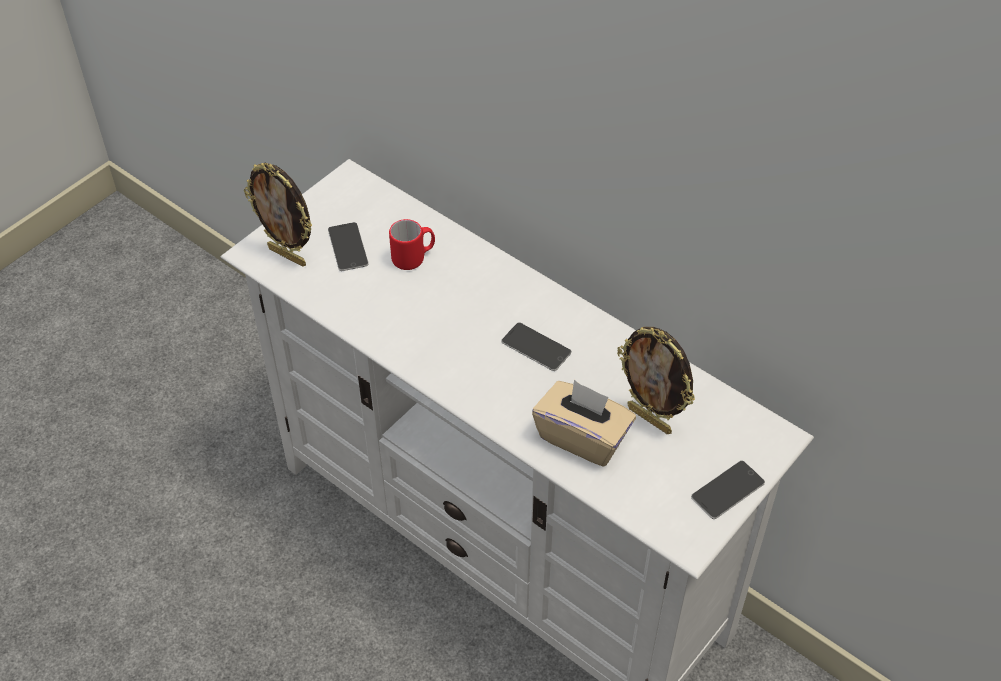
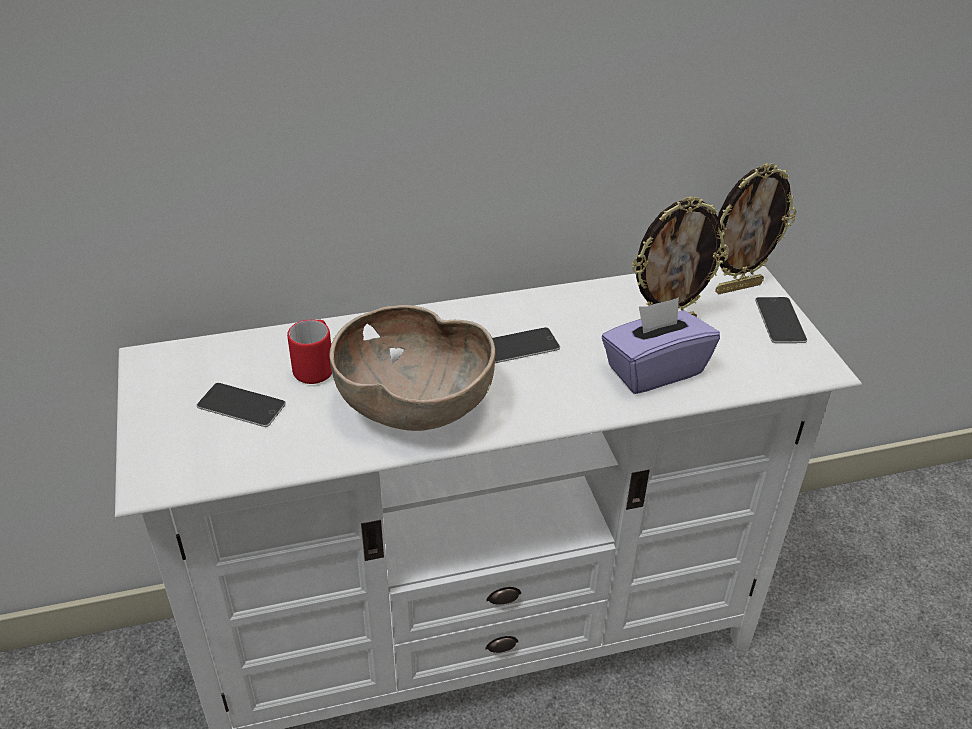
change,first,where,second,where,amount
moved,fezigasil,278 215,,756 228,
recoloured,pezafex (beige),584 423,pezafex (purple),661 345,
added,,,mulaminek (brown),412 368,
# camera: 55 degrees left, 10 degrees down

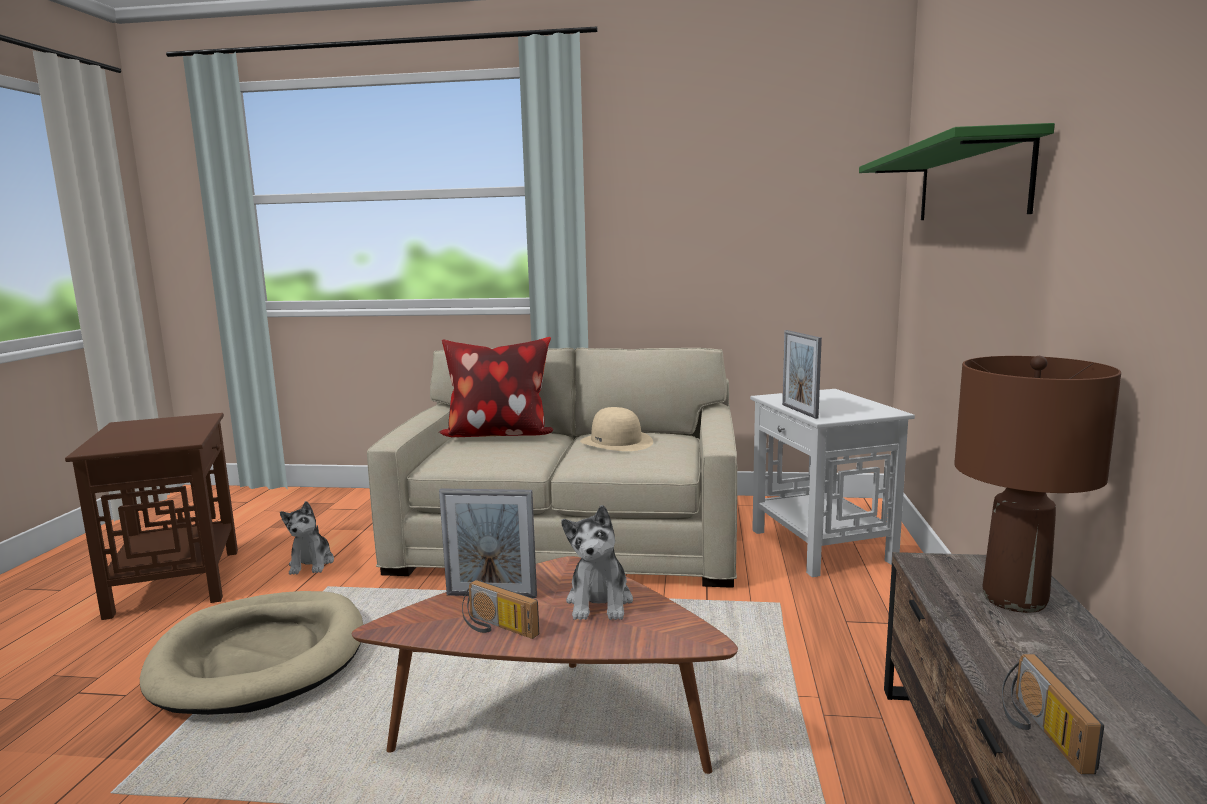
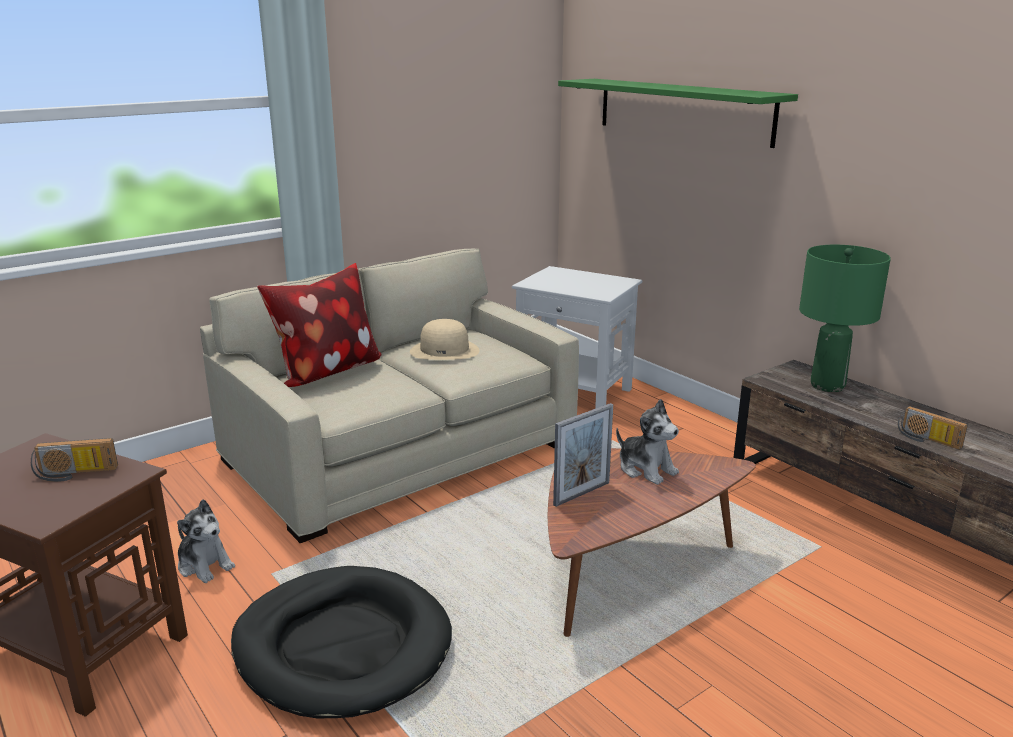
change,first,where,second,where,amount
removed,fezigasil,802 374,,,
recoloured,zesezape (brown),1037 484,zesezape (green),845 318,
moved,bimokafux,500 609,,74 460,
recoloured,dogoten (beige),251 653,dogoten (black),341 642,
# camera: 45 degrees left, 10 degrees up

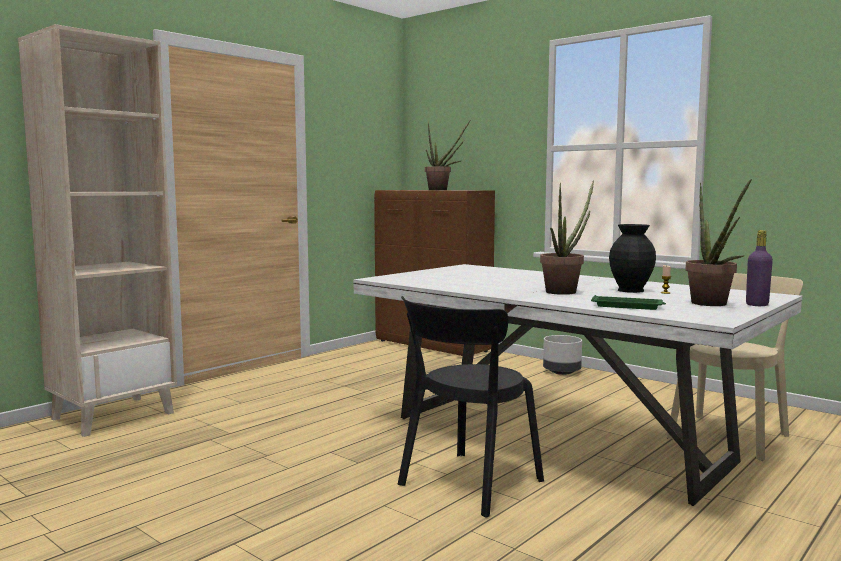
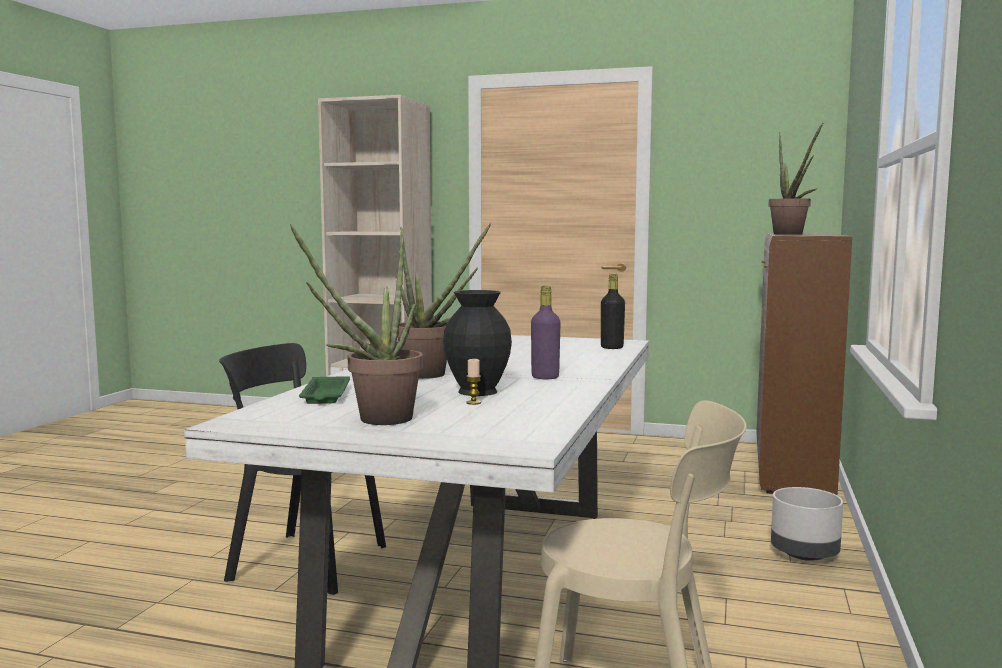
change,first,where,second,where,amount
moved,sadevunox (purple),759 268,,546 332,
added,,,sadevunox (black),613 311,
# camera: 65 degrees right, 0 degrees up

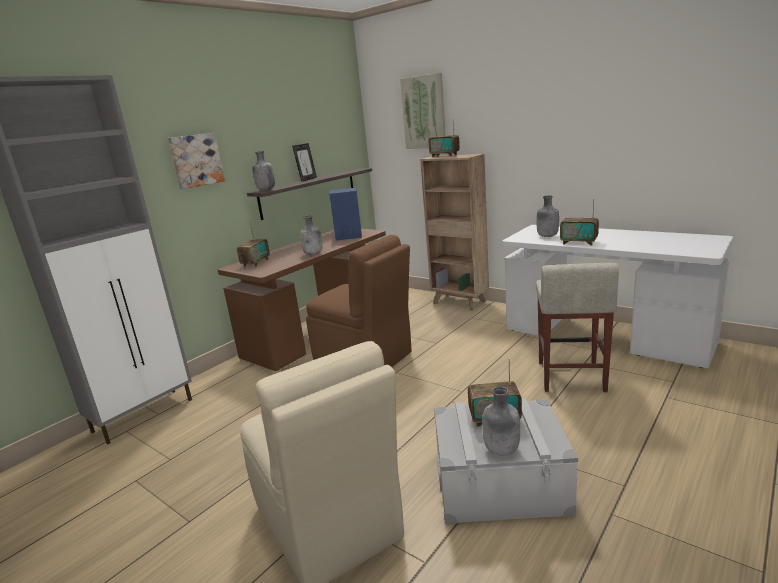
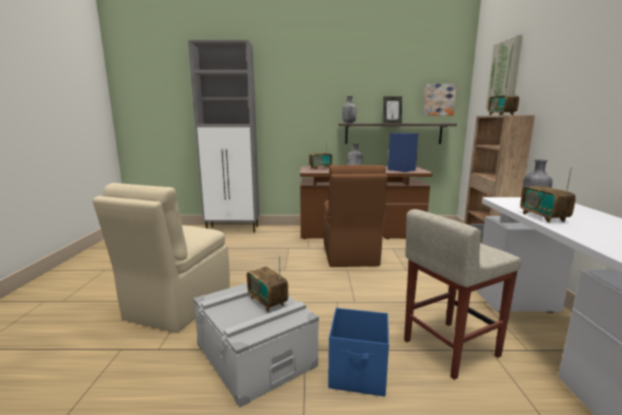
change,first,where,second,where,amount
moved,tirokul,196 161,,440 100,
removed,sadevunox (grey),501 420,,,
added,,,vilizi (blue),358 352,
# camera: 50 degrees right, 5 degrees down

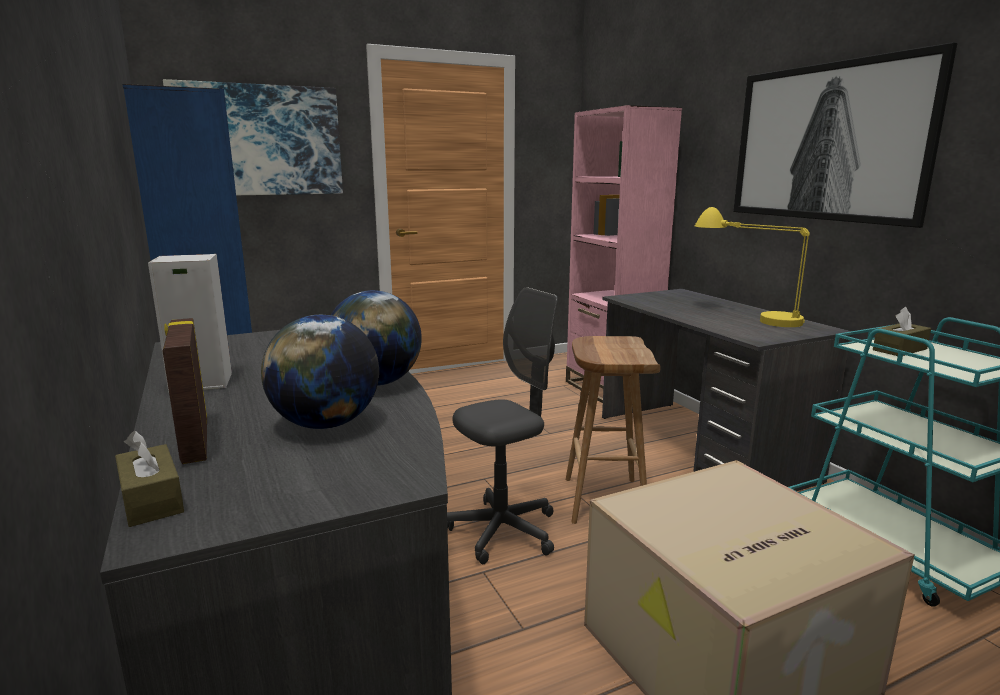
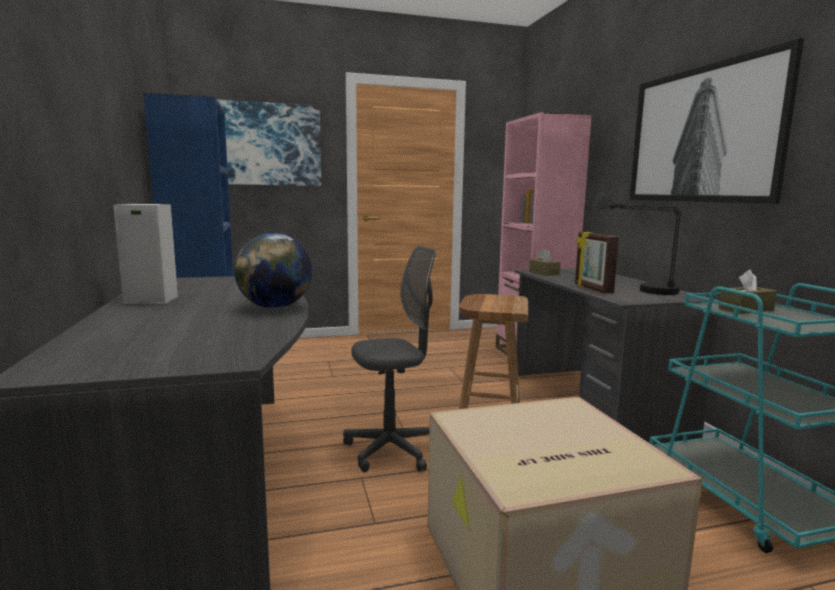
change,first,where,second,where,amount
recoloured,zesezape (yellow),752 267,zesezape (black),634 243,
removed,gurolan,320 372,,,
moved,fezigasil,185 391,,597 262,
moved,pezafex (brown),149 479,,545 262,
# camera: 10 degrees right, 5 degrees down

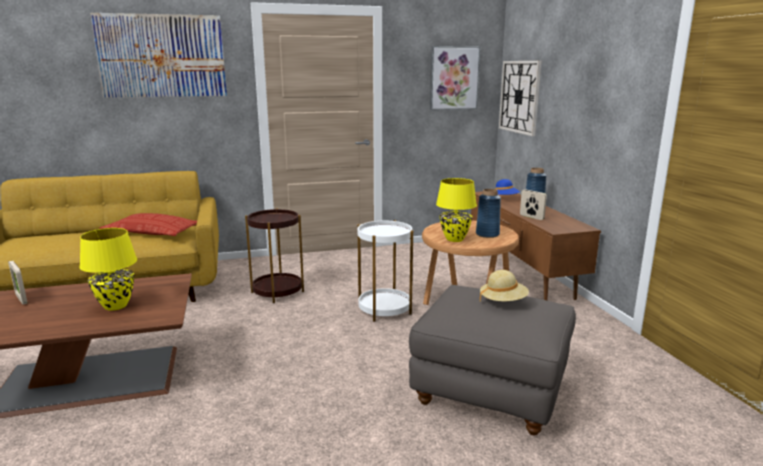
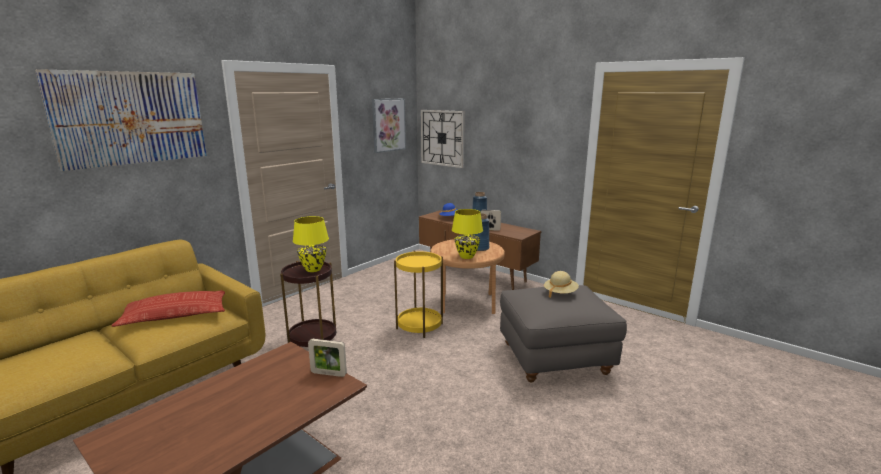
change,first,where,second,where,amount
recoloured,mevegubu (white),385 271,mevegubu (yellow),418 294,
moved,zesezape (yellow),108 269,,311 244,
moved,fezigasil,17 283,,327 358,
# camera: 35 degrees left, 0 degrees up

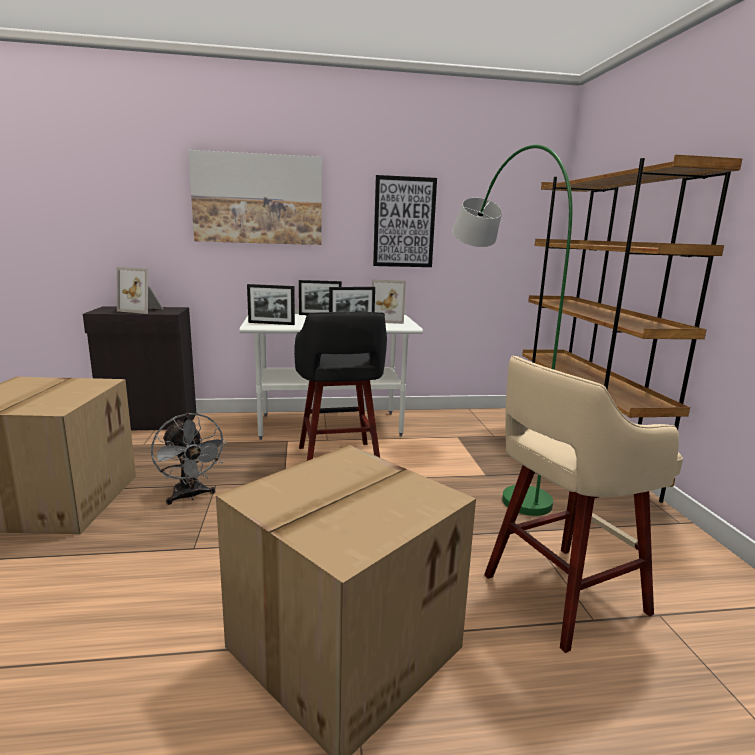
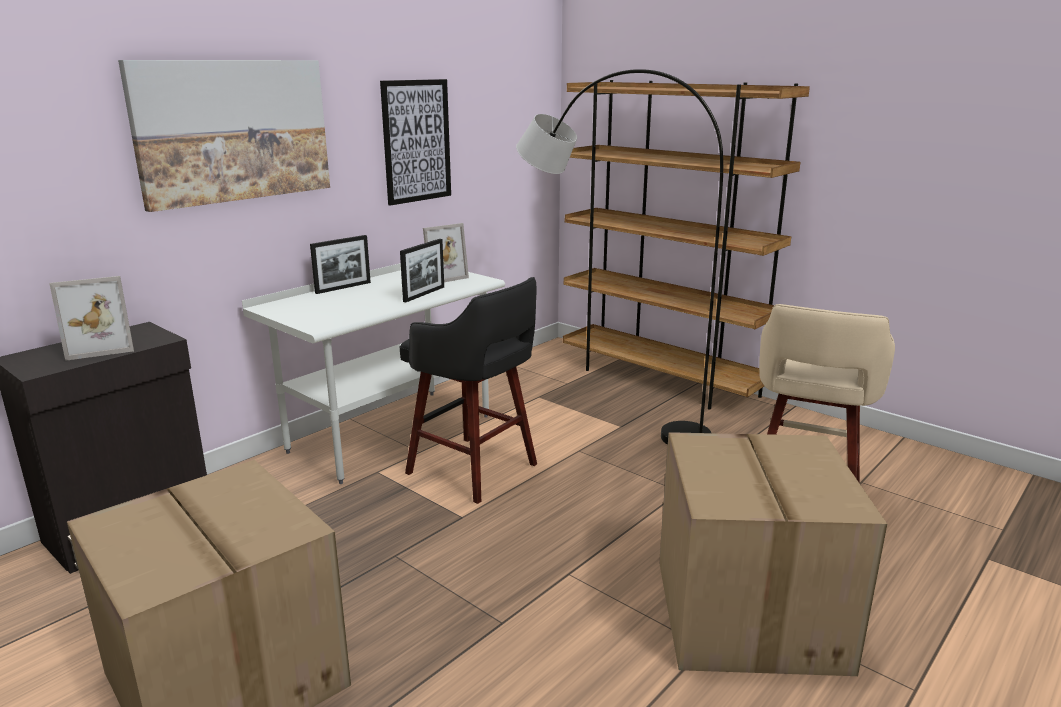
change,first,where,second,where,amount
recoloured,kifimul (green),512 330,kifimul (grey),619 257,
removed,fezigasil,271 304,,,
removed,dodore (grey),189 459,,,
# camera: 40 degrees left, 5 degrees up

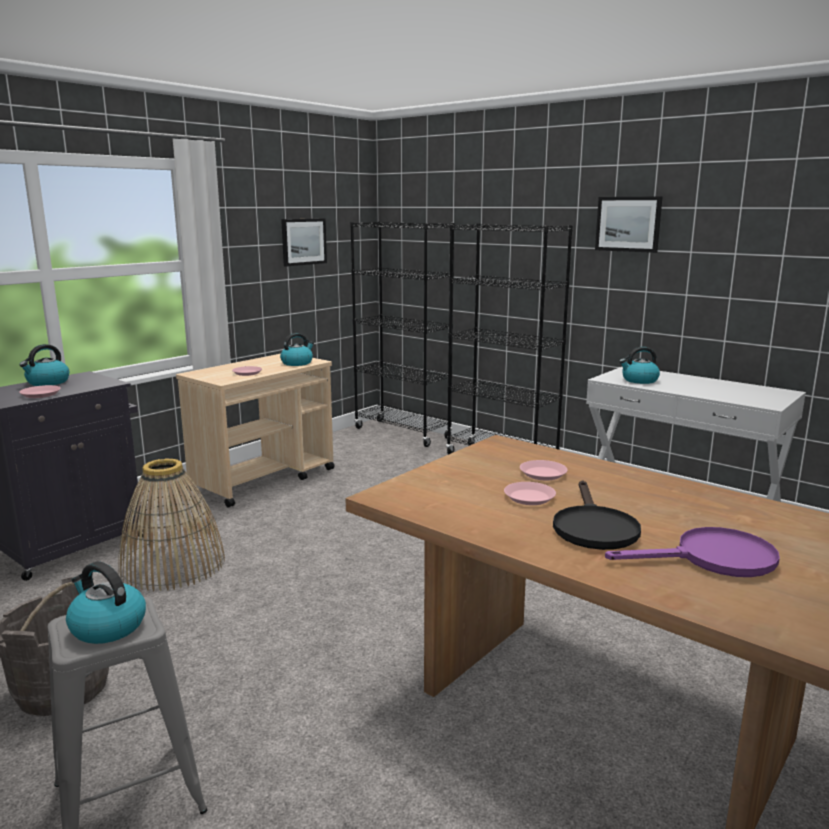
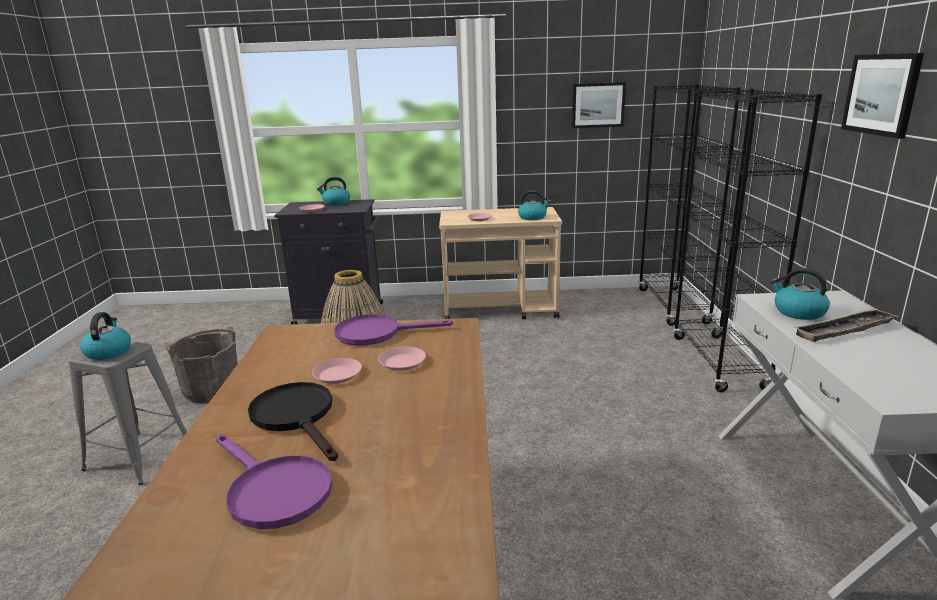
change,first,where,second,where,amount
turned,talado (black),597 515,,293 421,90 degrees clockwise
added,,,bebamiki,846 325,
added,,,talado (purple),393 330,
# camera: 50 degrees right, 5 degrees up

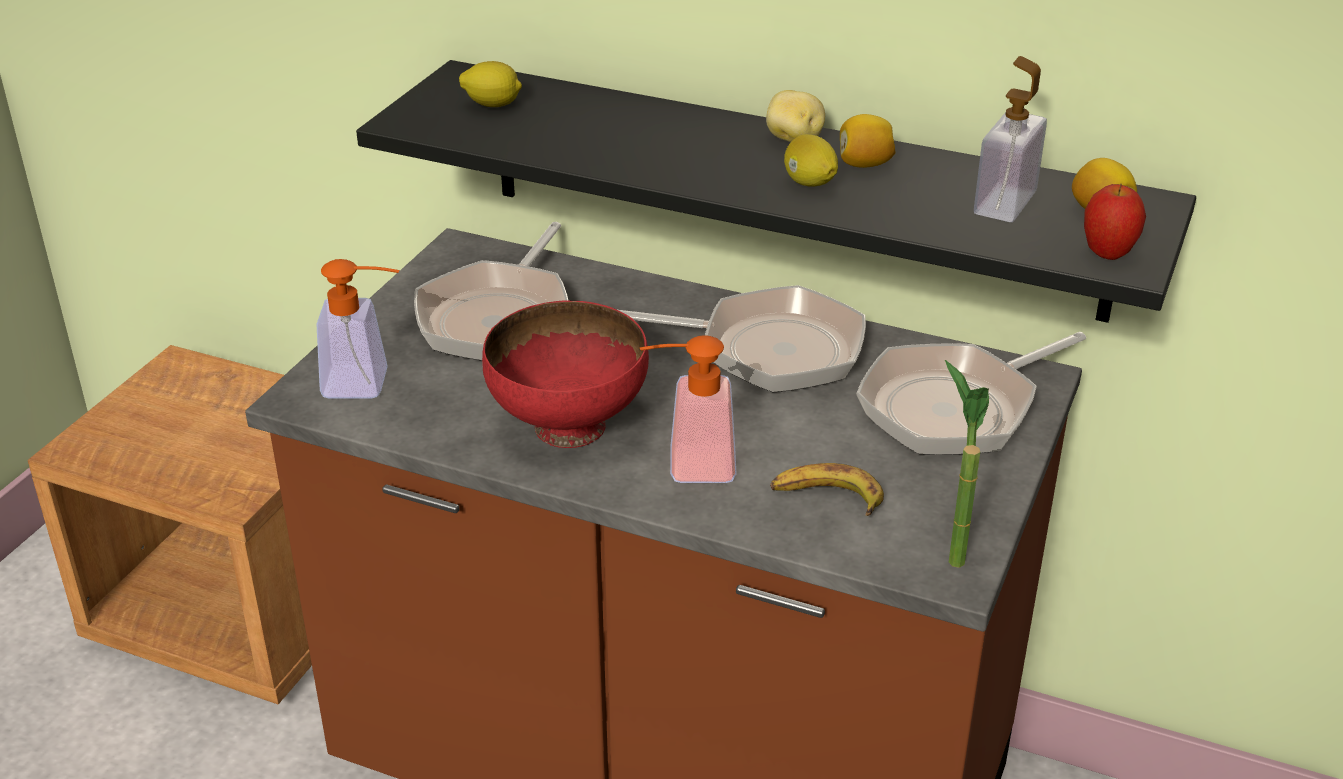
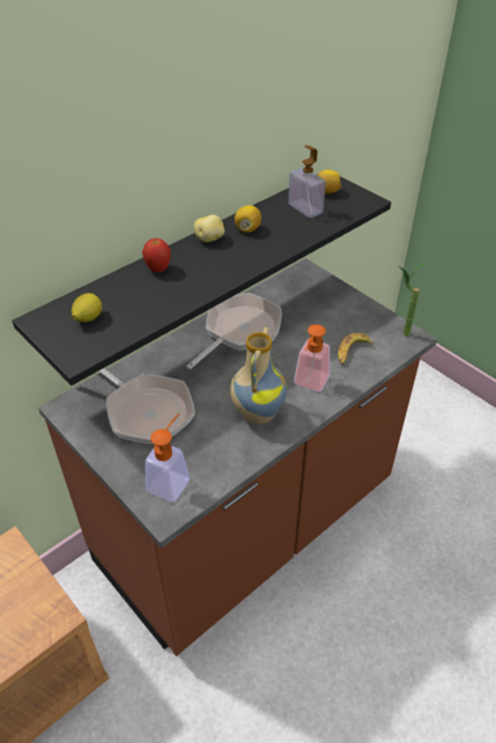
change,first,where,second,where,amount
removed,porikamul,811 160,,,
moved,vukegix,1115 222,,156 255,
replaced,mulaminek (red),565 374,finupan,258 375,
removed,talado,971 393,,,
# camera: 65 degrees left, 10 degrees up

